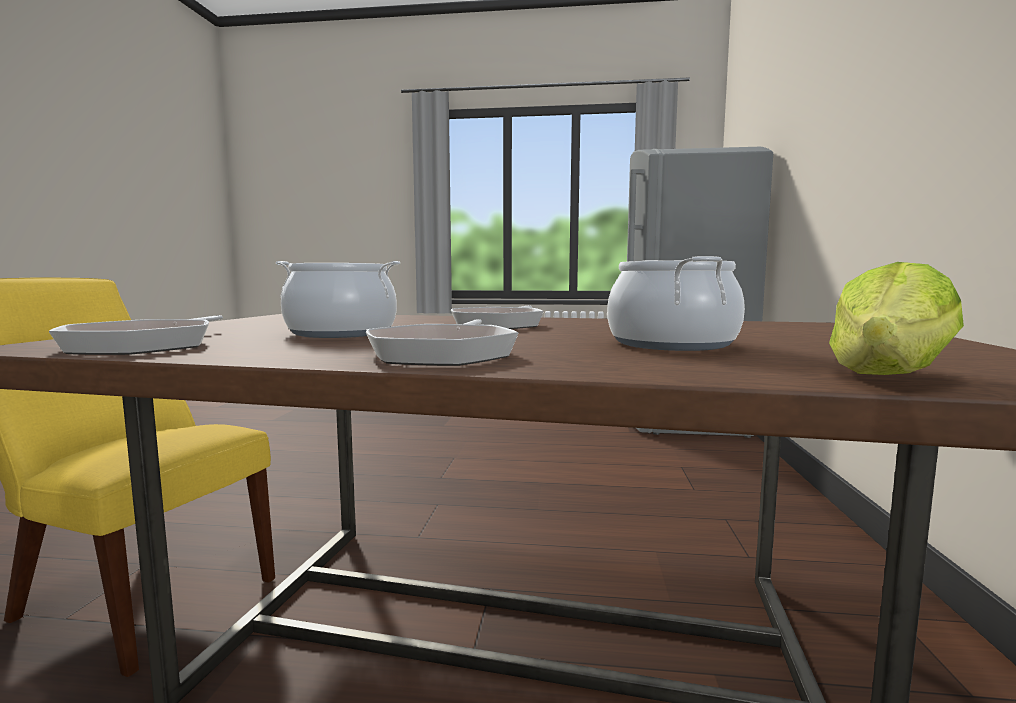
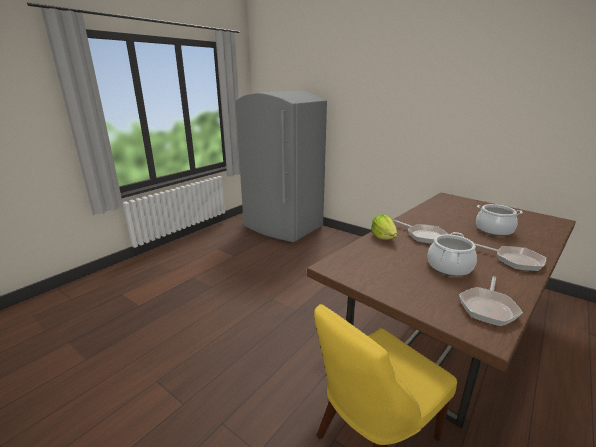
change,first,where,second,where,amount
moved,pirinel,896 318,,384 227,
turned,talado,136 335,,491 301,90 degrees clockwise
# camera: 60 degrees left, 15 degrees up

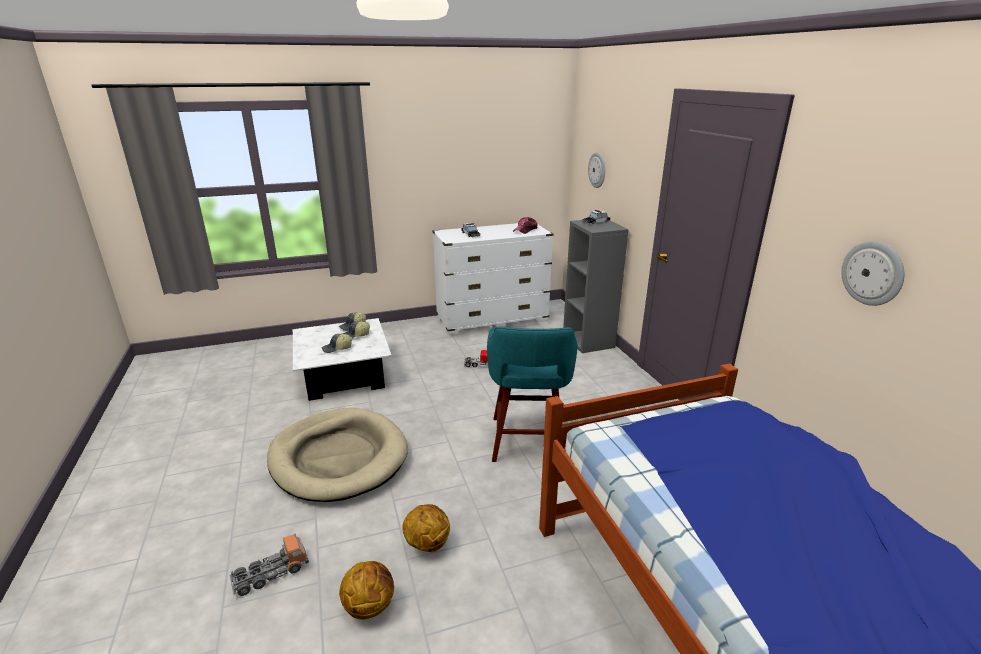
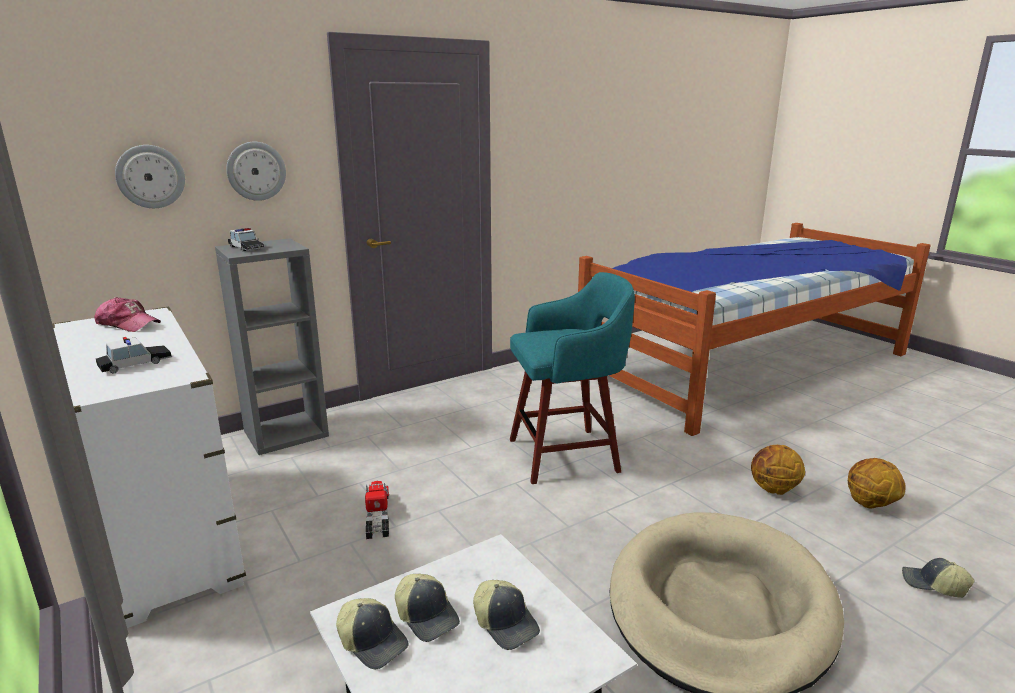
change,first,where,second,where,amount
moved,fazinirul,872 273,,256 171,
replaced,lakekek,269 565,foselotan,938 578,
# camera: 105 degrees left, 5 degrees down

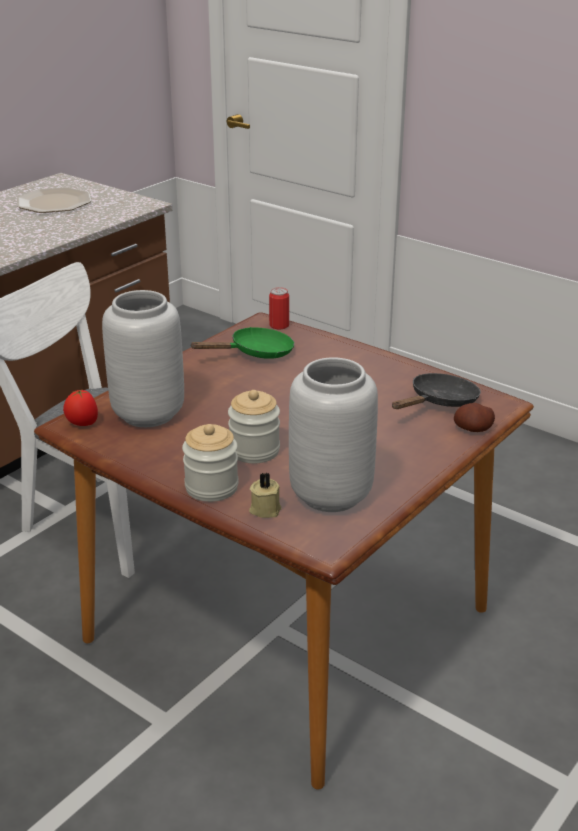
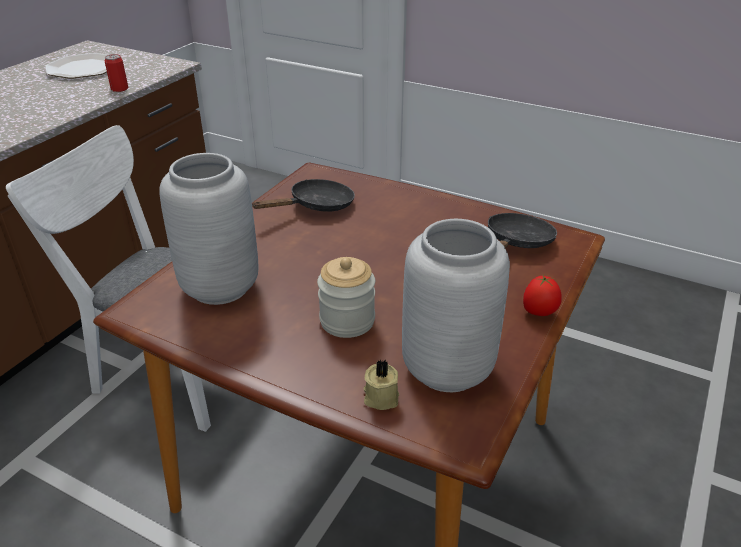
change,first,where,second,where,amount
moved,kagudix,279 308,,116 73,
recoloured,talado (green),242 343,talado (black),303 195,
moved,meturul,80 407,,542 296,
removed,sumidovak,474 417,,,
removed,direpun,210 463,,,
# camera: 10 degrees left, 5 degrees up

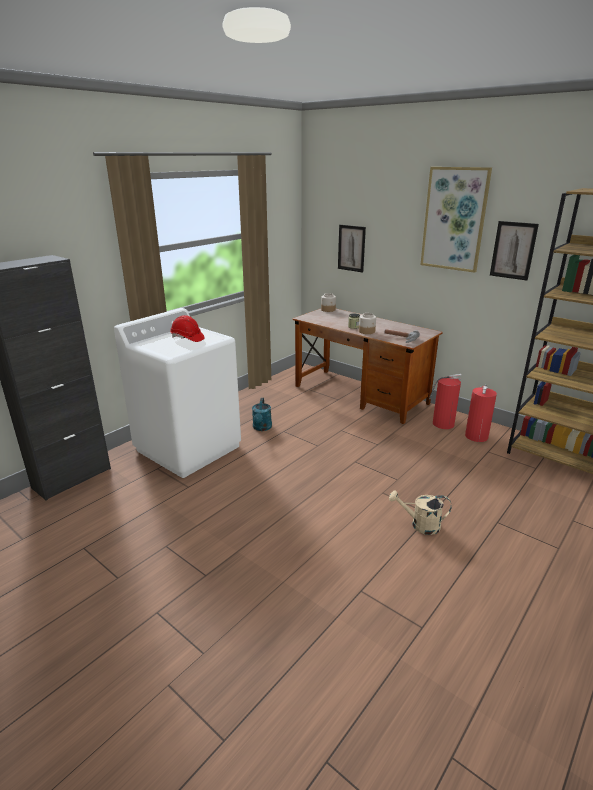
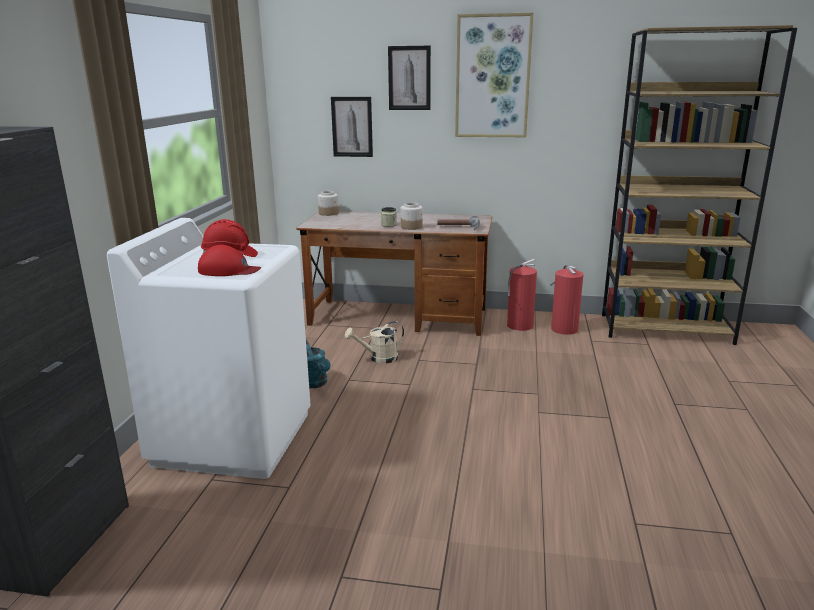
change,first,where,second,where,amount
moved,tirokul,514 251,,409 78,
moved,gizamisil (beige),420 512,,374 342,
added,,,foselotan (red),229 260,
# camera: 30 degrees left, 5 degrees down

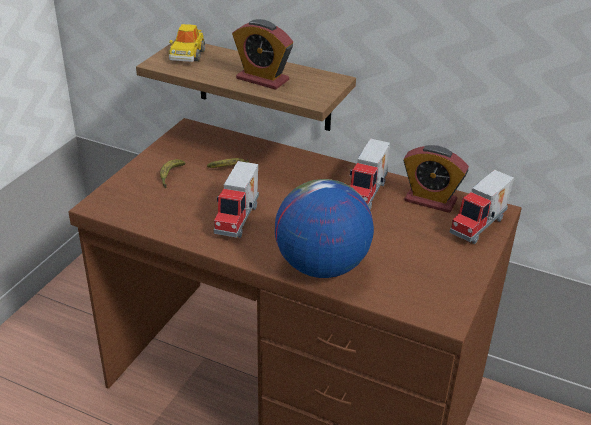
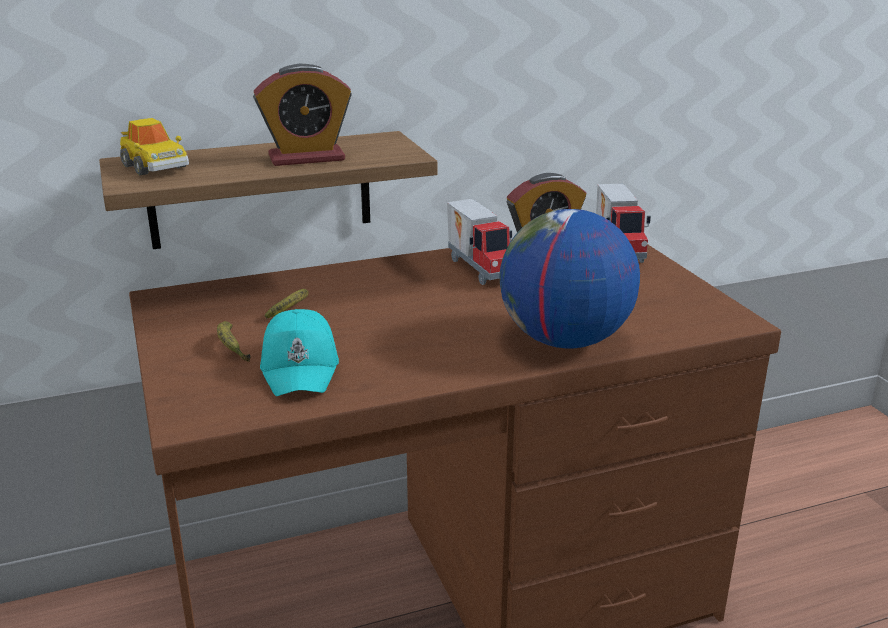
change,first,where,second,where,amount
removed,lakekek,236 199,,,
added,,,foselotan (turquoise),299 352,
# camera: 45 degrees left, 10 degrees down

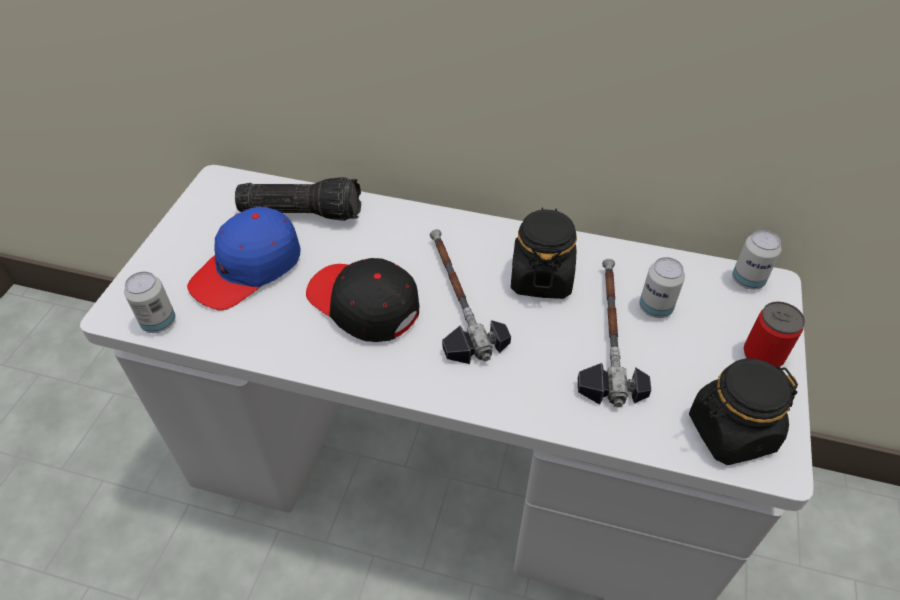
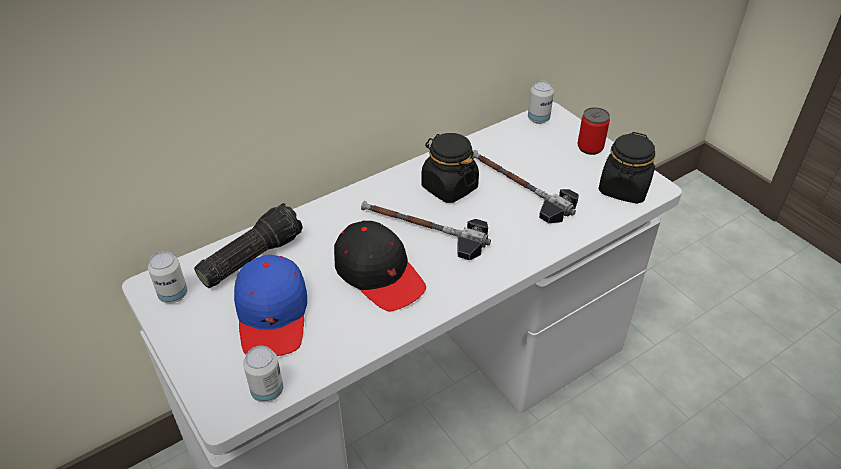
change,first,where,second,where,amount
moved,kagudix,662 287,,167 277,
turned,foselotan (black),362 300,,380 266,120 degrees counterclockwise
# camera: 50 degrees left, 5 degrees down

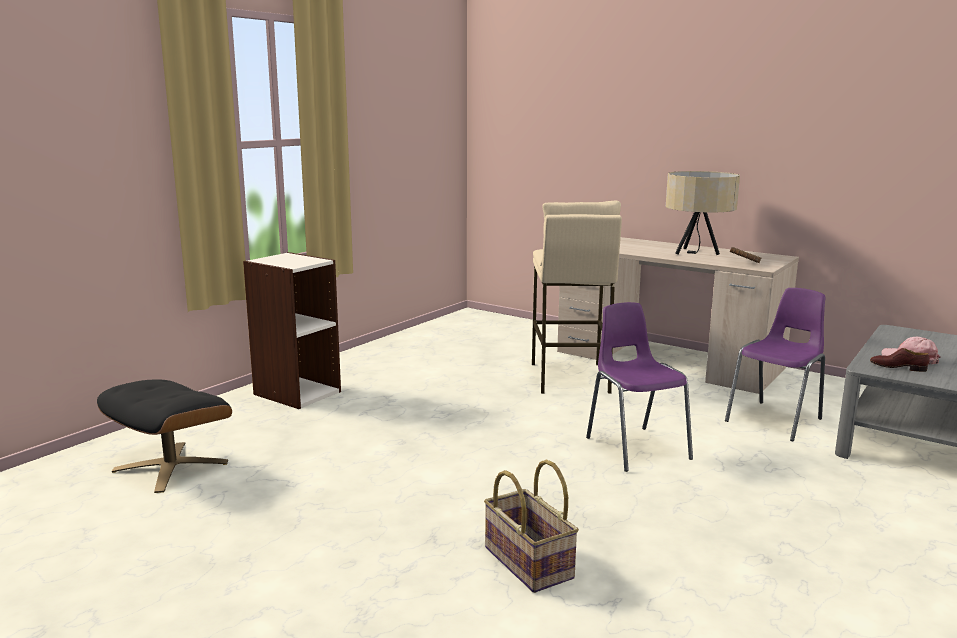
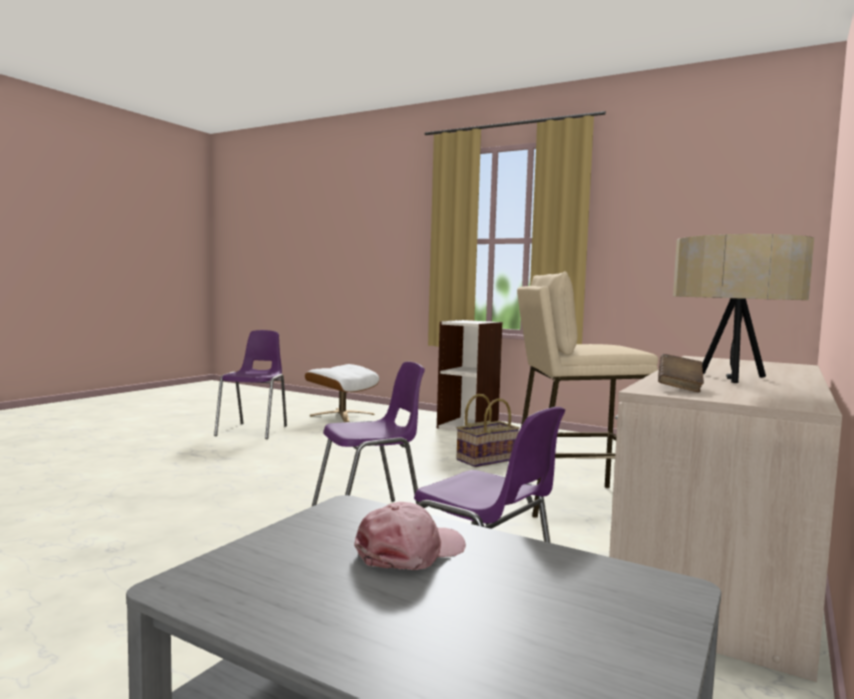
change,first,where,second,where,amount
removed,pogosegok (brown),900 360,,,
recoloured,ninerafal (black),164 436,ninerafal (white),342 393,
moved,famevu,531 526,,488 430,
added,,,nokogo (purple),250 384,
# camera: 85 degrees right, 10 degrees down

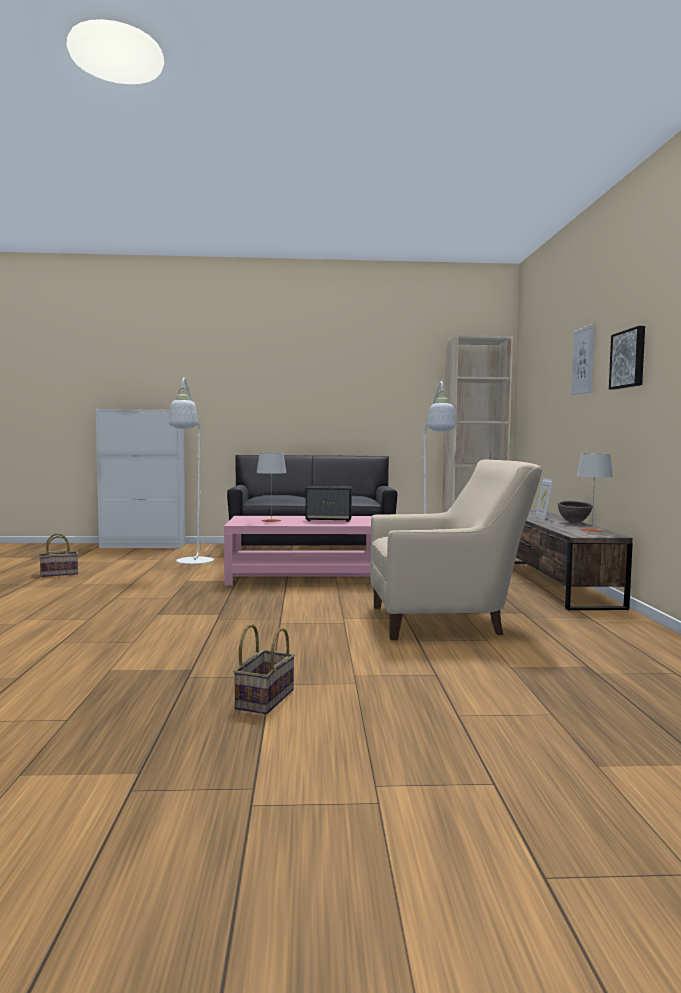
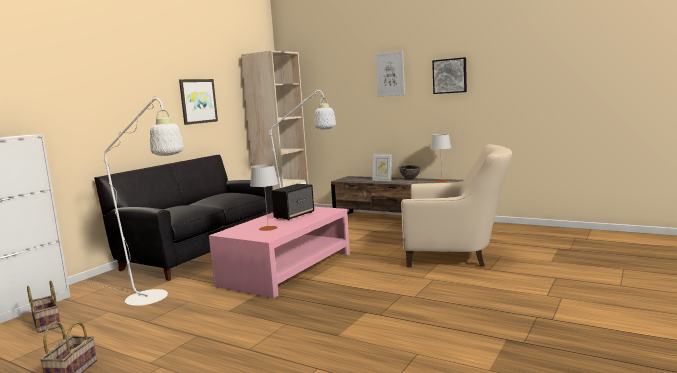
change,first,where,second,where,amount
turned,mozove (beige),456 550,,456 205,75 degrees clockwise
moved,famevu,264 669,,43 306,
added,,,tirokul,198 102,
# camera: 55 degrees left, 5 degrees up

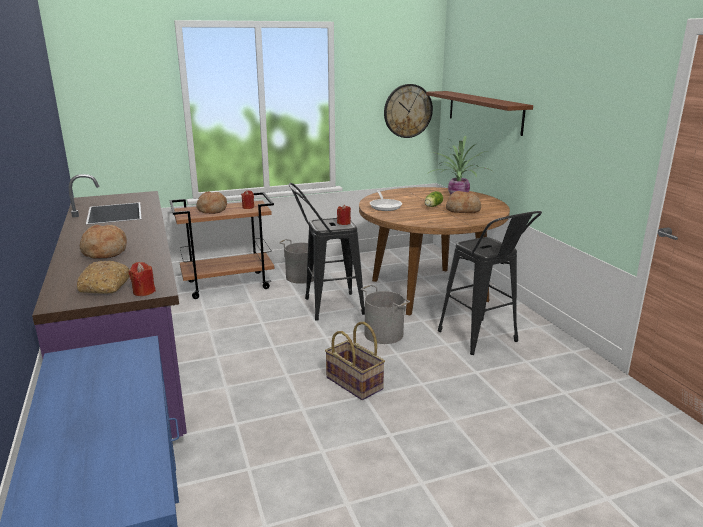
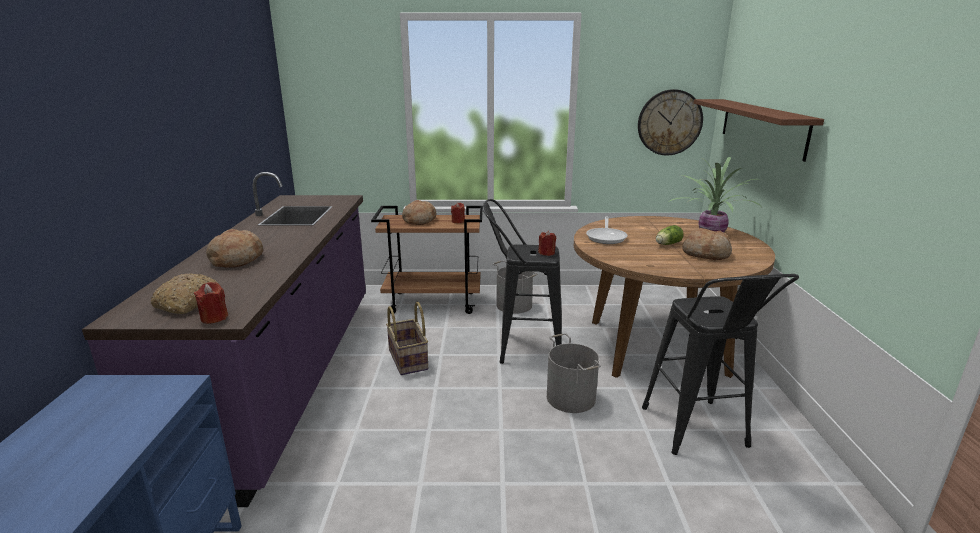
change,first,where,second,where,amount
moved,famevu,355 361,,407 338,
# camera: 20 degrees right, 0 degrees up

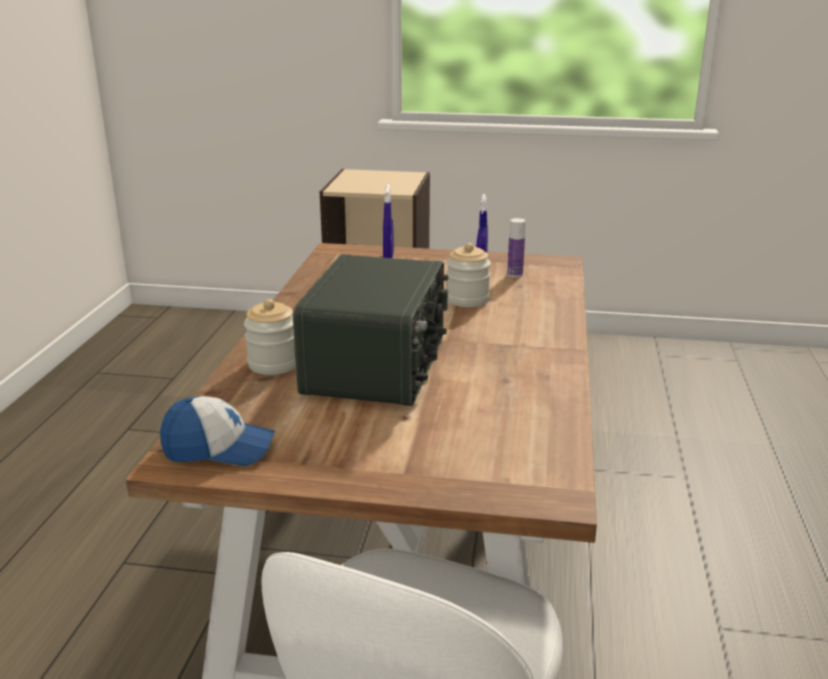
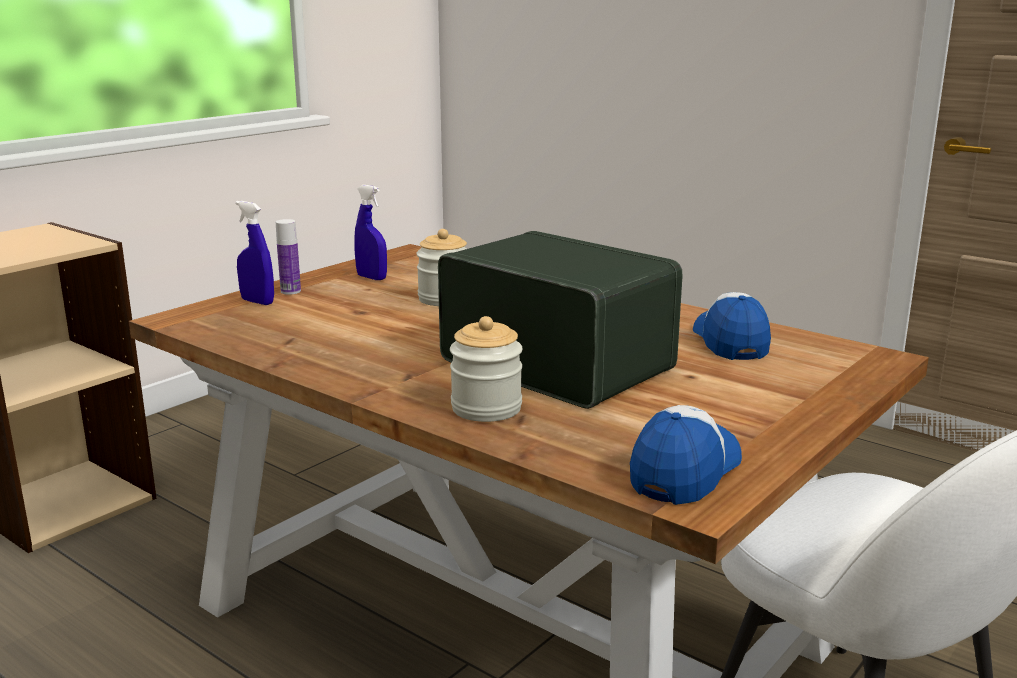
change,first,where,second,where,amount
moved,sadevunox,516 247,,288 257,
added,,,foselotan,732 326,
# camera: 60 degrees left, 5 degrees down

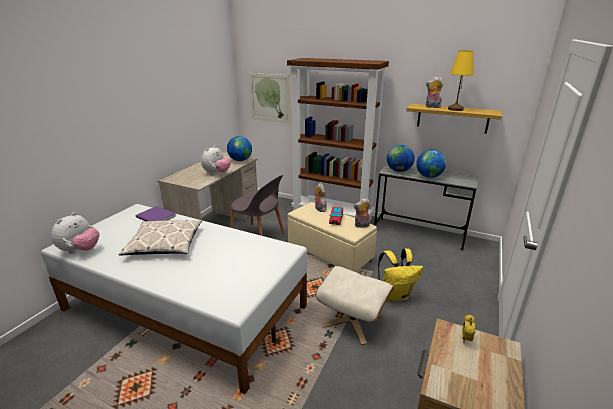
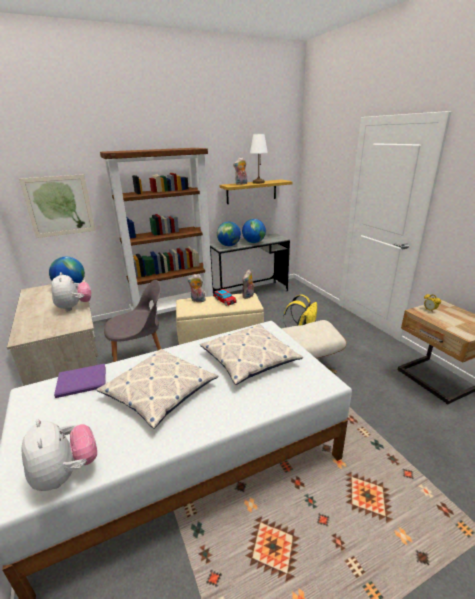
change,first,where,second,where,amount
recoloured,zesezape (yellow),461 80,zesezape (white),259 159,
added,,,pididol,251 354,
# camera: 50 degrees left, 0 degrees up

